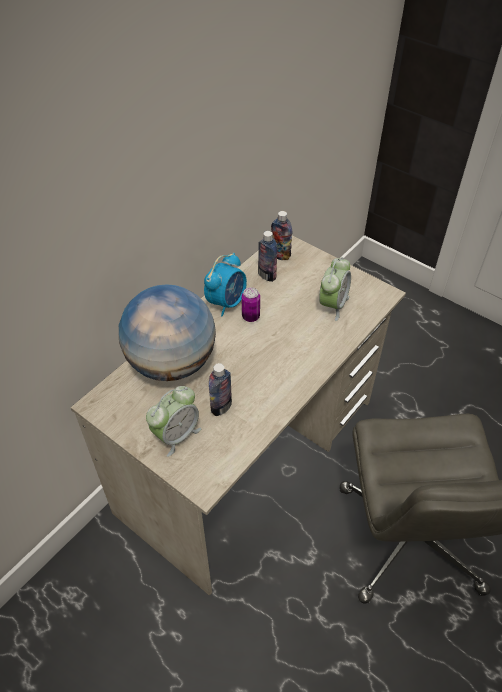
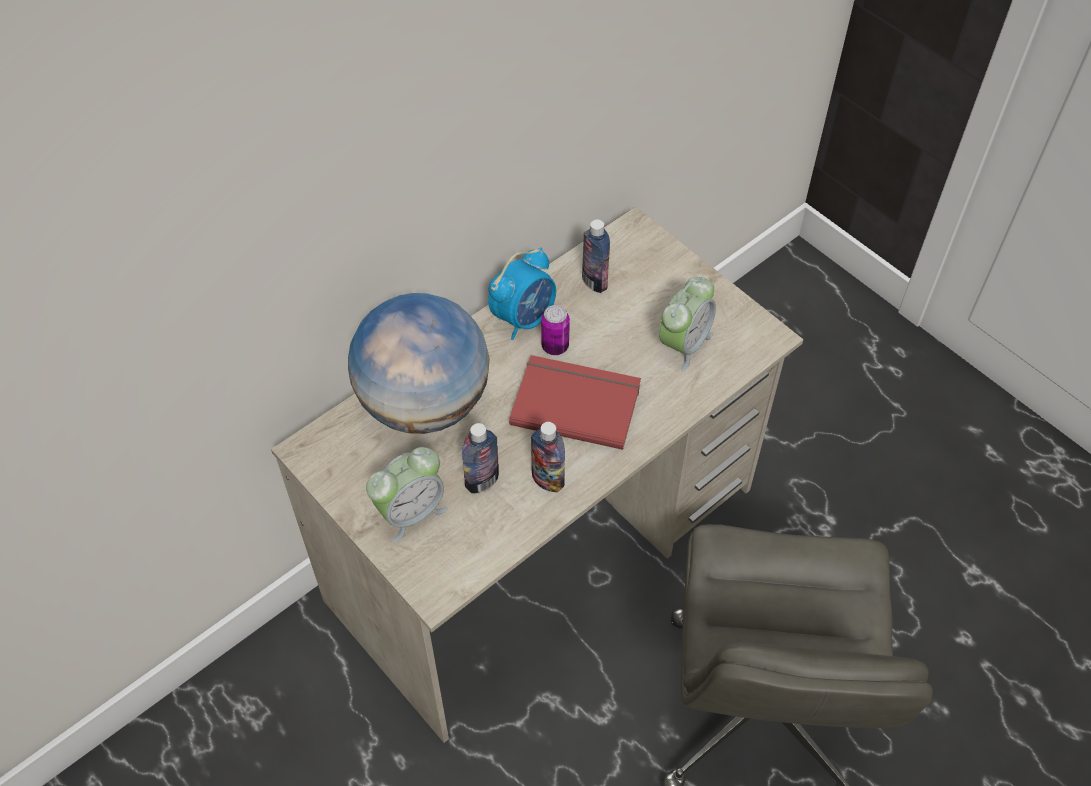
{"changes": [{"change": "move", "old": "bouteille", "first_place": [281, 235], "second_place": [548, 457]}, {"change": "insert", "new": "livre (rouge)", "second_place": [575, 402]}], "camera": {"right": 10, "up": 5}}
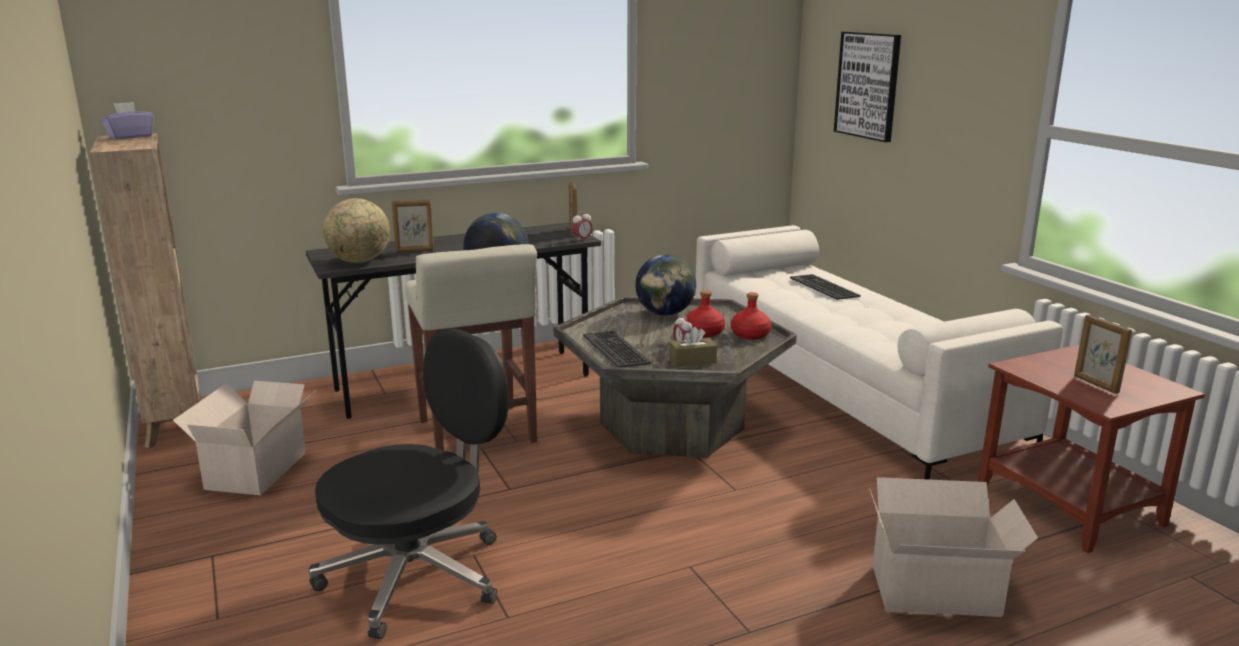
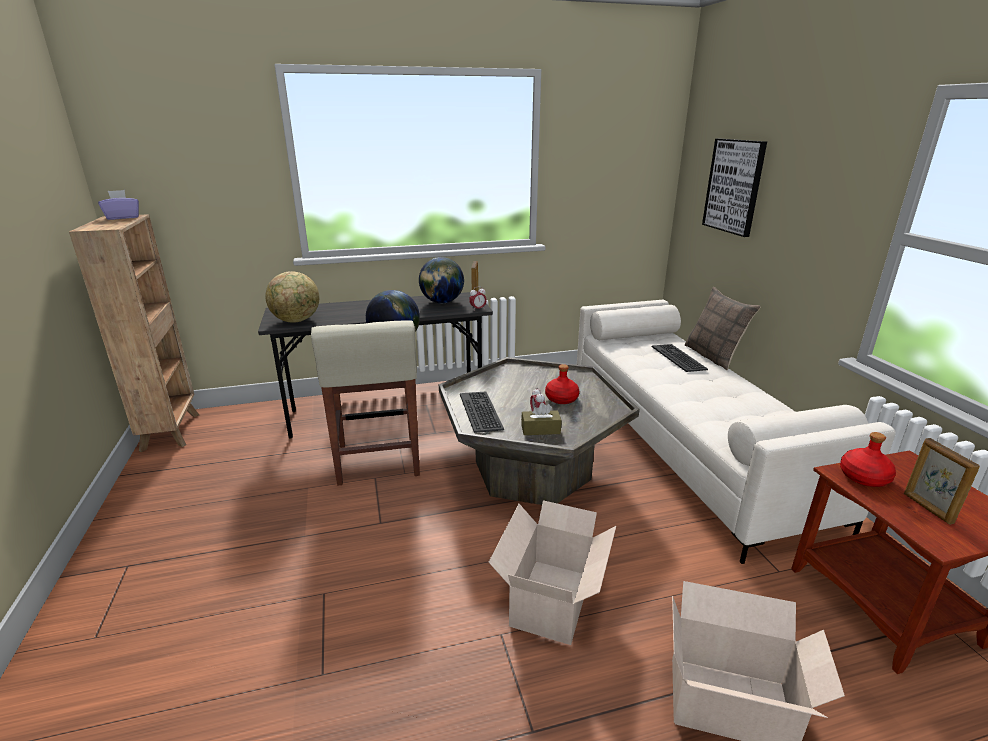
{"changes": [{"change": "delete", "old": "cadre photo", "first_place": [413, 226]}, {"change": "move", "old": "globe", "first_place": [665, 285], "second_place": [441, 280]}, {"change": "move", "old": "bouteille (rouge)", "first_place": [751, 316], "second_place": [868, 459]}, {"change": "delete", "old": "chaise de bureau (noir)", "first_place": [408, 484]}, {"change": "move", "old": "carton", "first_place": [244, 438], "second_place": [552, 572]}, {"change": "insert", "new": "coussin", "second_place": [722, 328]}], "camera": {"right": 10, "up": 5}}
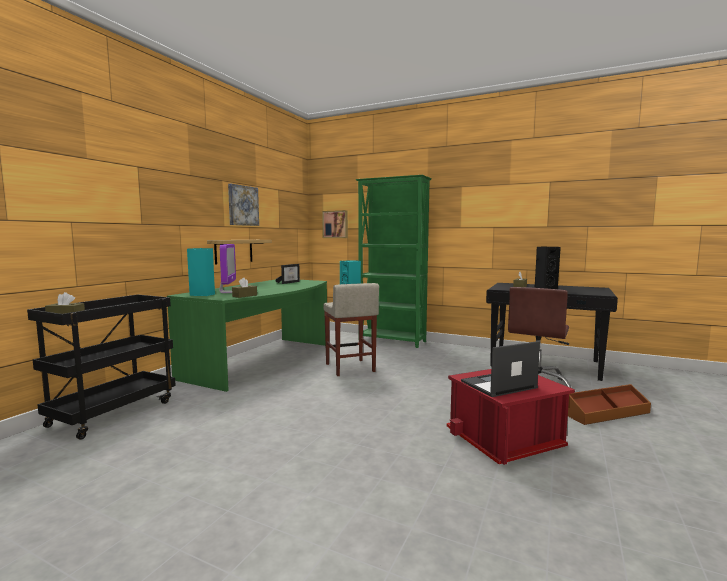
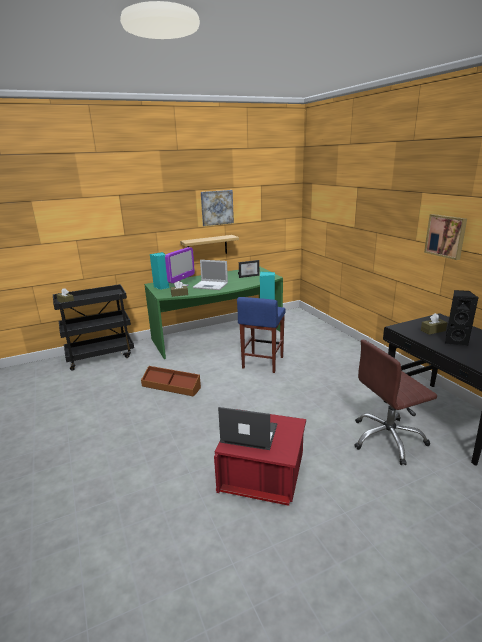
{"changes": [{"change": "delete", "old": "bibliothèque (vert)", "first_place": [393, 261]}, {"change": "move", "old": "tableau", "first_place": [335, 224], "second_place": [445, 237]}, {"change": "recolor", "old": "tabouret (beige)", "new": "tabouret (bleu)", "first_place": [351, 329], "second_place": [261, 335]}, {"change": "move", "old": "boîte de rangement (marron)", "first_place": [609, 404], "second_place": [171, 381]}, {"change": "insert", "new": "ordinateur portable", "second_place": [210, 275]}], "camera": {"right": 40, "up": 15}}
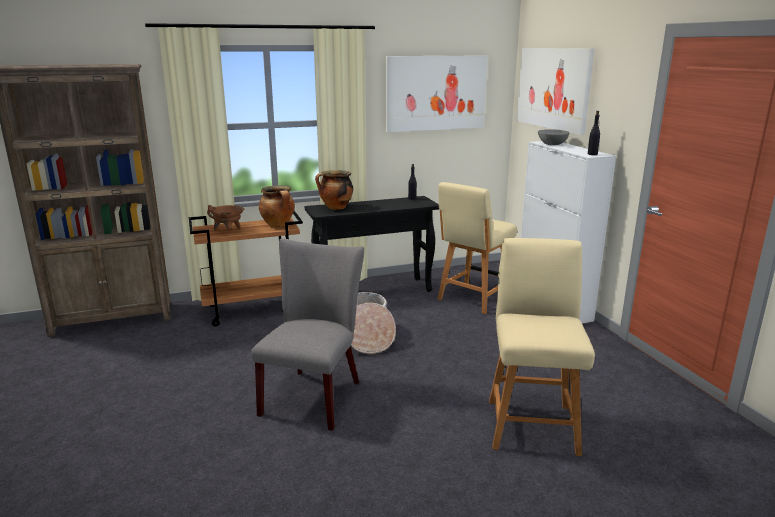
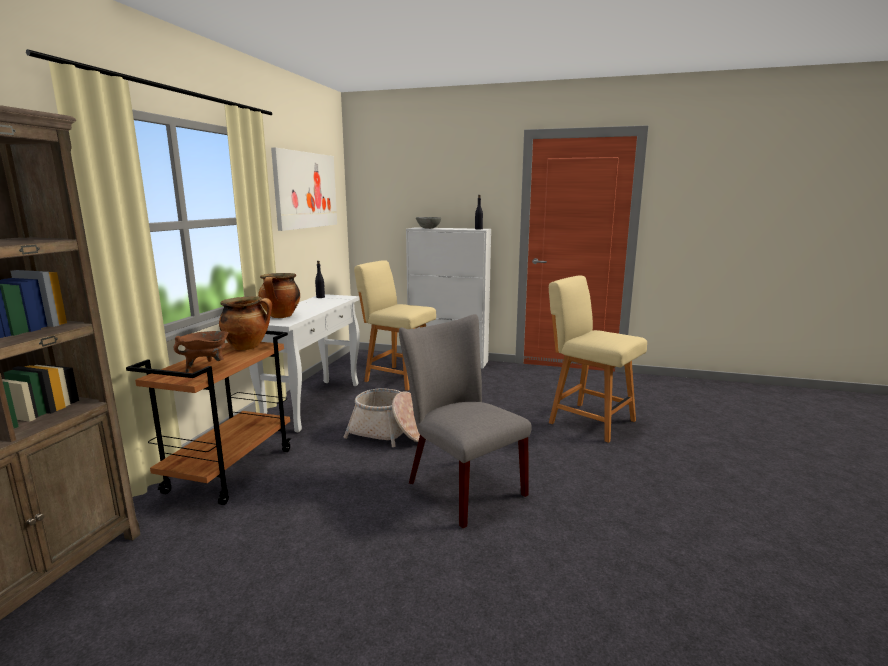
{"changes": [{"change": "delete", "old": "tableau", "first_place": [556, 91]}, {"change": "rotate", "old": "chaise (beige)", "first_place": [477, 248], "second_place": [395, 325], "degrees": 135}, {"change": "recolor", "old": "table console (noir)", "new": "table console (blanc)", "first_place": [372, 244], "second_place": [304, 363]}], "camera": {"right": -55, "up": -5}}
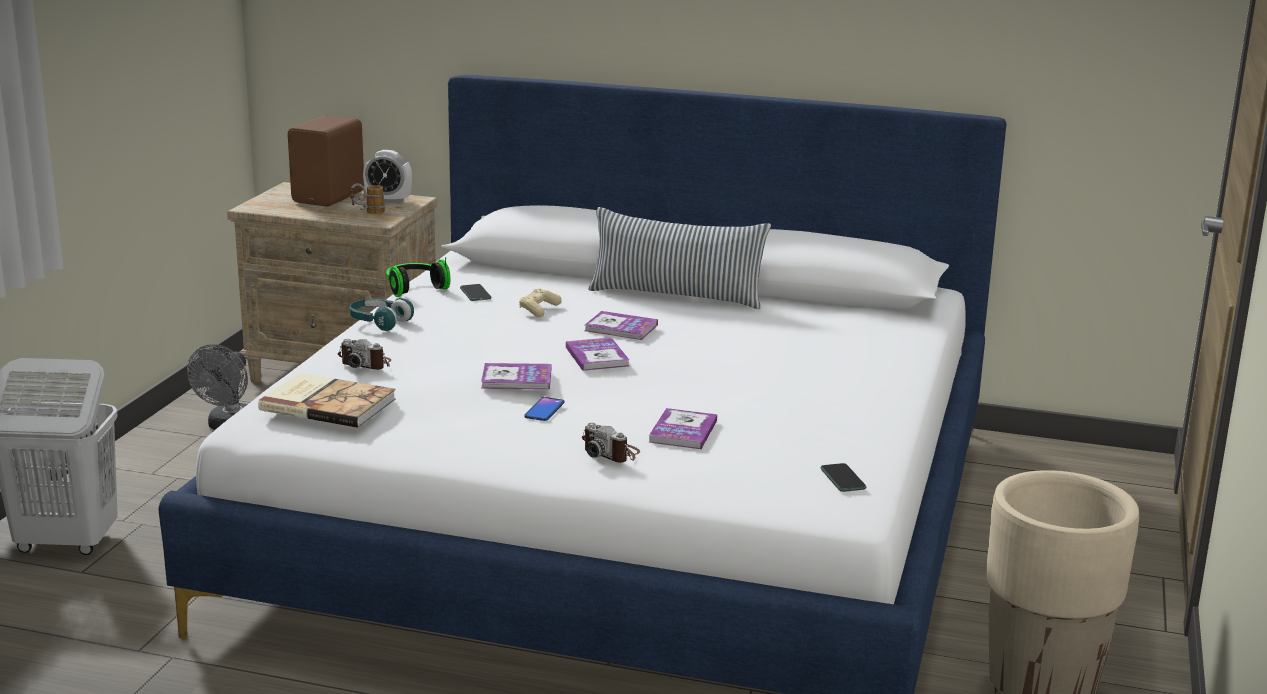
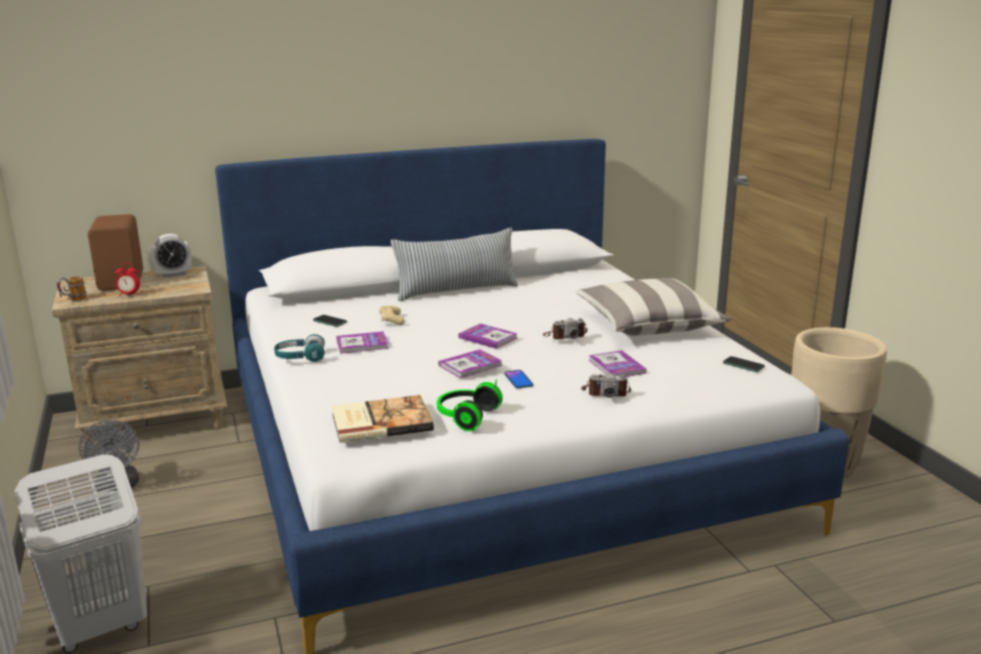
{"changes": [{"change": "move", "old": "mug", "first_place": [367, 198], "second_place": [71, 288]}, {"change": "move", "old": "casque audio", "first_place": [418, 277], "second_place": [470, 405]}, {"change": "move", "old": "livre", "first_place": [621, 325], "second_place": [362, 342]}, {"change": "move", "old": "appareil photo", "first_place": [364, 354], "second_place": [565, 329]}, {"change": "insert", "new": "réveil", "second_place": [127, 280]}, {"change": "insert", "new": "coussin", "second_place": [654, 307]}], "camera": {"right": -35, "up": 0}}
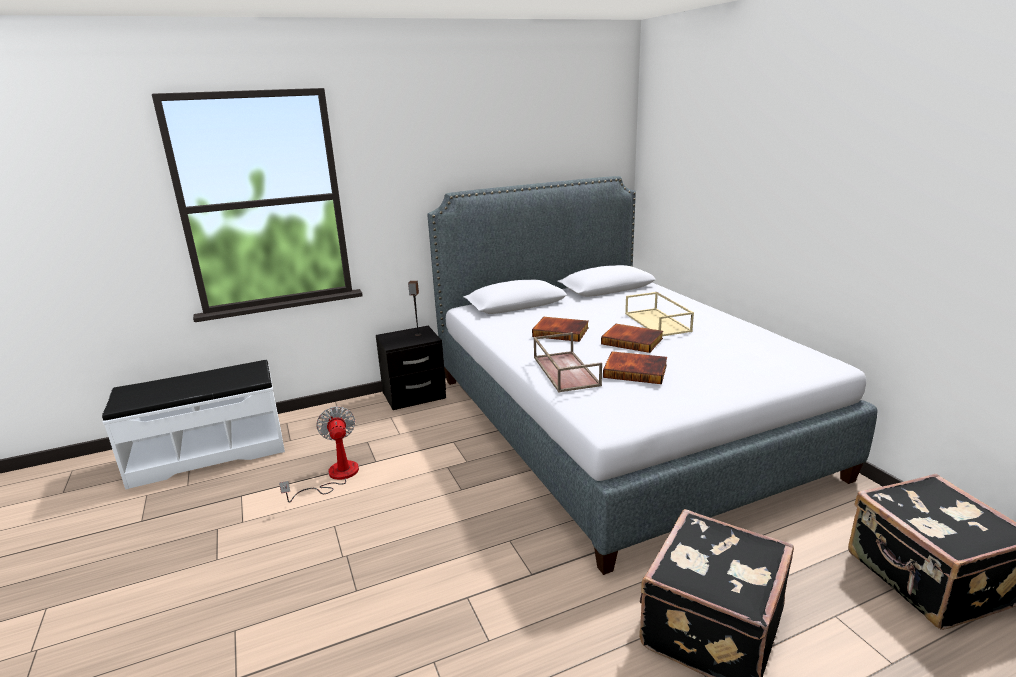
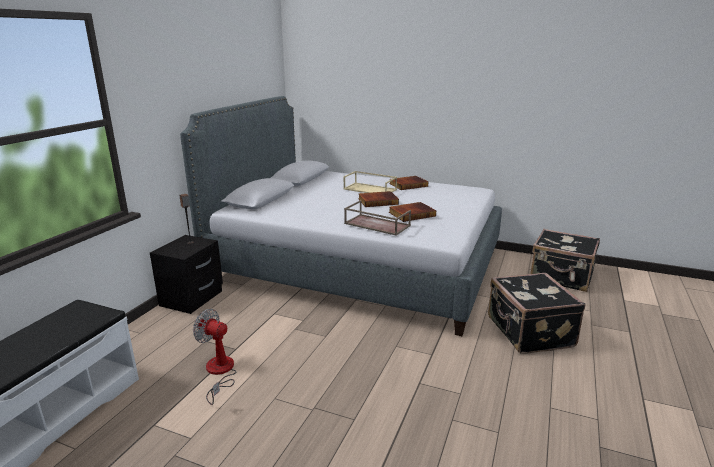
{"changes": [{"change": "move", "old": "livre", "first_place": [560, 329], "second_place": [408, 183]}], "camera": {"right": -45, "up": 0}}
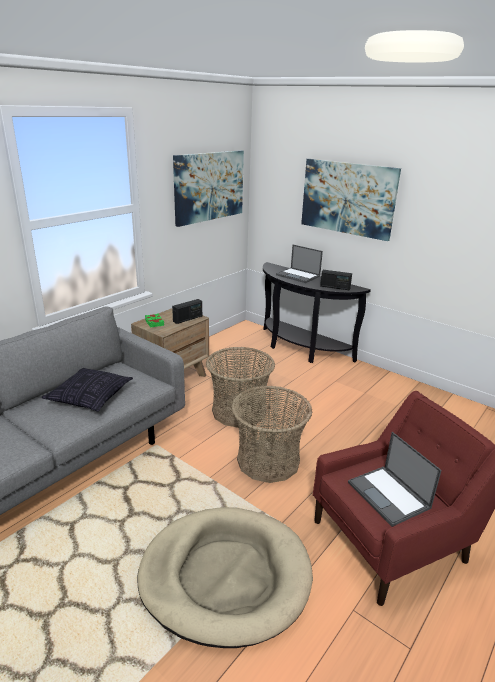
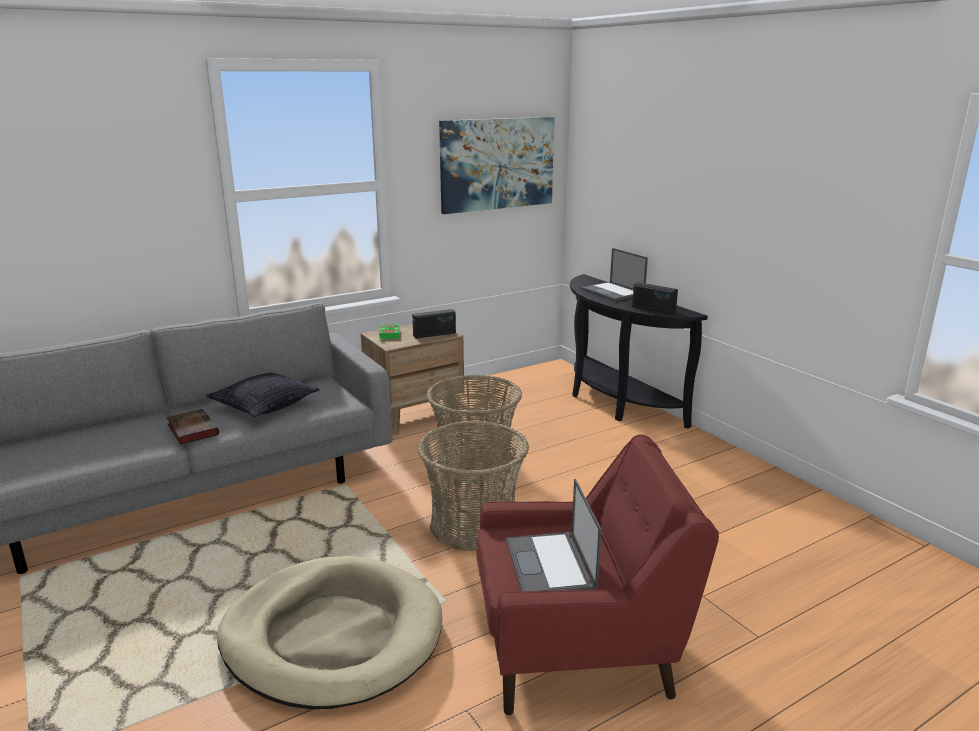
{"changes": [{"change": "delete", "old": "tableau", "first_place": [351, 200]}, {"change": "insert", "new": "livre", "second_place": [192, 427]}], "camera": {"right": 20, "up": -5}}
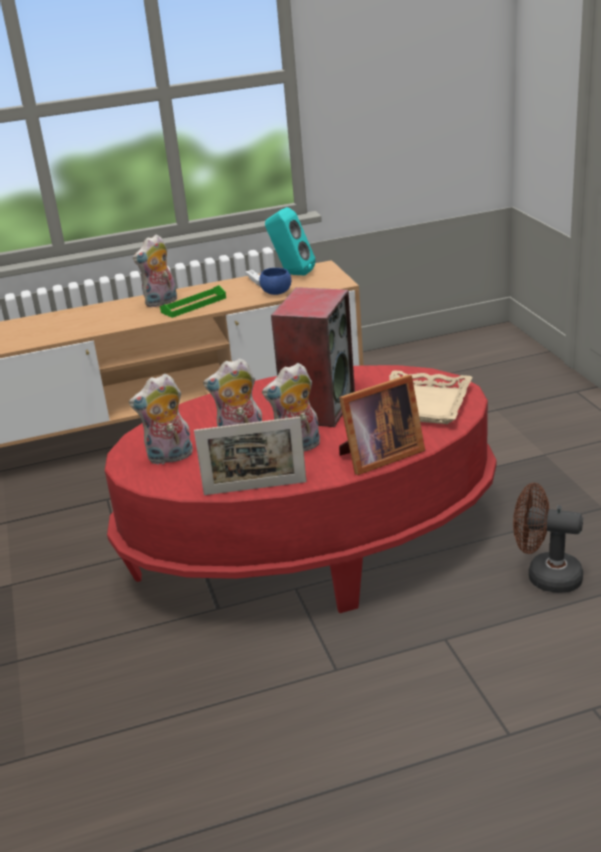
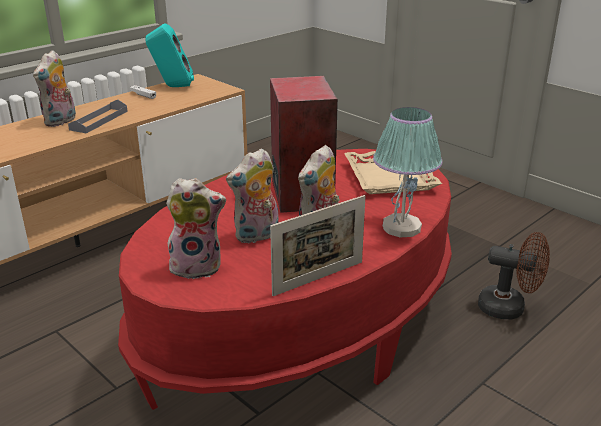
{"changes": [{"change": "delete", "old": "bol (bleu)", "first_place": [275, 281]}, {"change": "recolor", "old": "plateau (vert)", "new": "plateau (gris)", "first_place": [193, 301], "second_place": [98, 116]}, {"change": "rotate", "old": "peluche", "first_place": [161, 419], "second_place": [196, 228], "degrees": -135}, {"change": "replace", "old": "cadre photo", "new": "lampe de table", "first_place": [382, 425], "second_place": [408, 172]}, {"change": "rotate", "old": "ventilateur (marron)", "first_place": [548, 538], "second_place": [514, 276], "degrees": -150}], "camera": {"right": -30, "up": 0}}
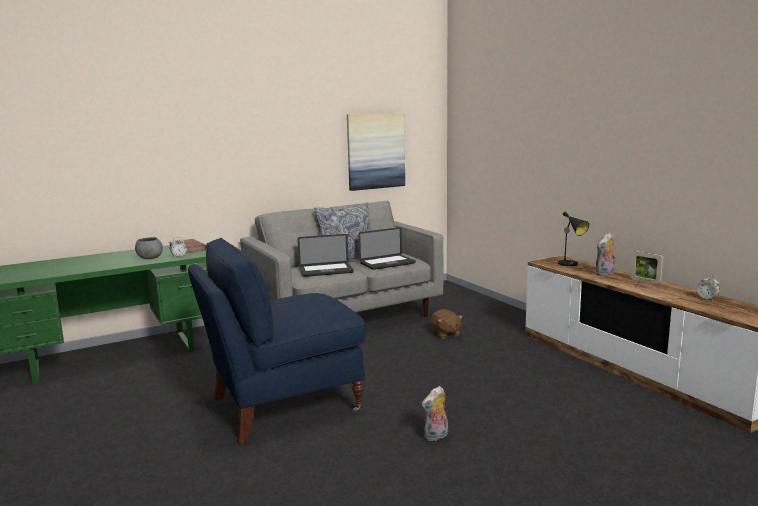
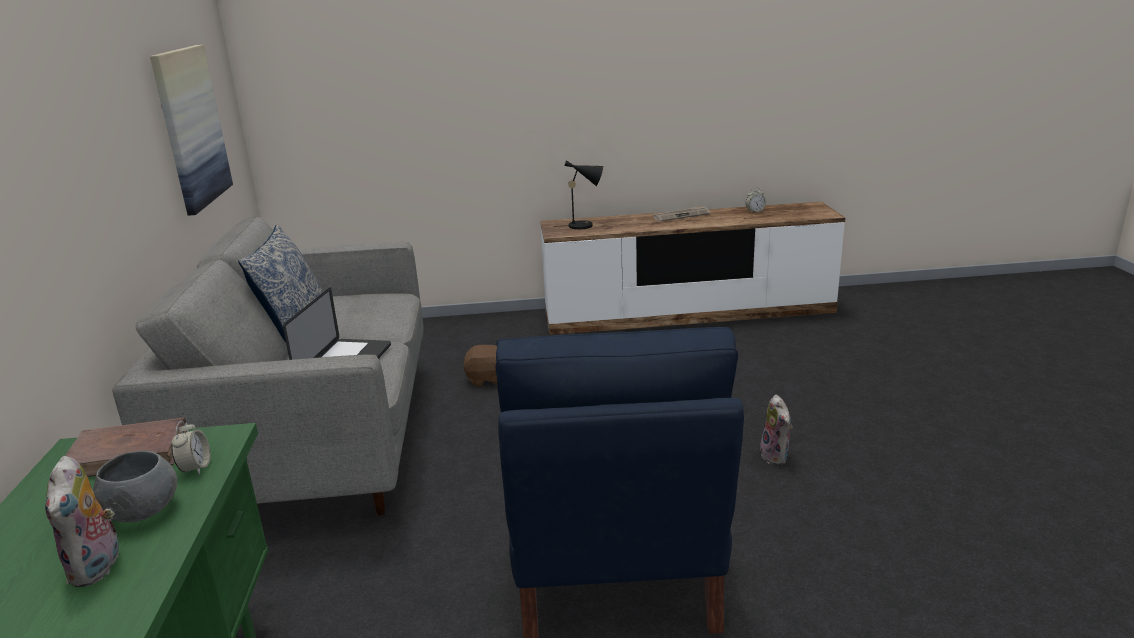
{"changes": [{"change": "delete", "old": "ordinateur portable", "first_place": [387, 248]}, {"change": "move", "old": "peluche", "first_place": [605, 254], "second_place": [82, 521]}, {"change": "replace", "old": "cadre photo", "new": "journal", "first_place": [646, 267], "second_place": [681, 213]}], "camera": {"right": -65, "up": 10}}
